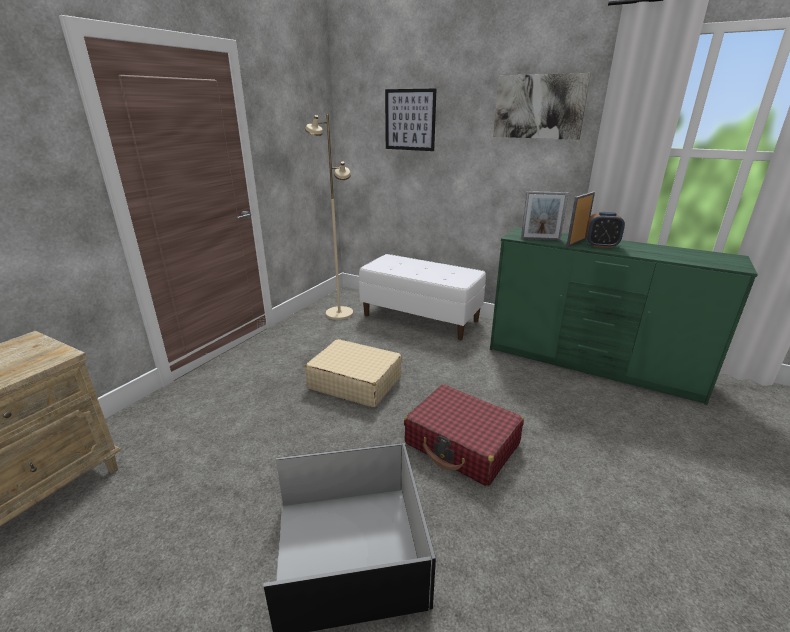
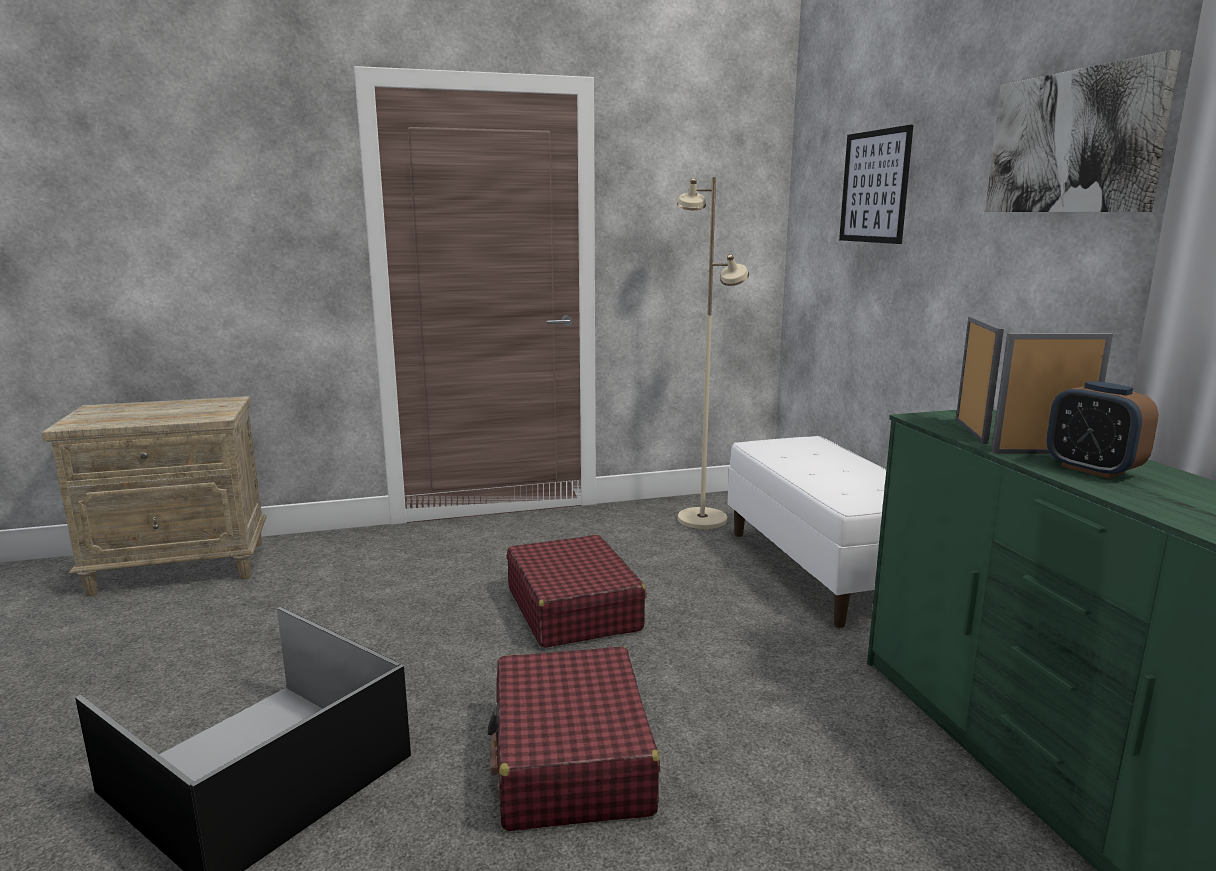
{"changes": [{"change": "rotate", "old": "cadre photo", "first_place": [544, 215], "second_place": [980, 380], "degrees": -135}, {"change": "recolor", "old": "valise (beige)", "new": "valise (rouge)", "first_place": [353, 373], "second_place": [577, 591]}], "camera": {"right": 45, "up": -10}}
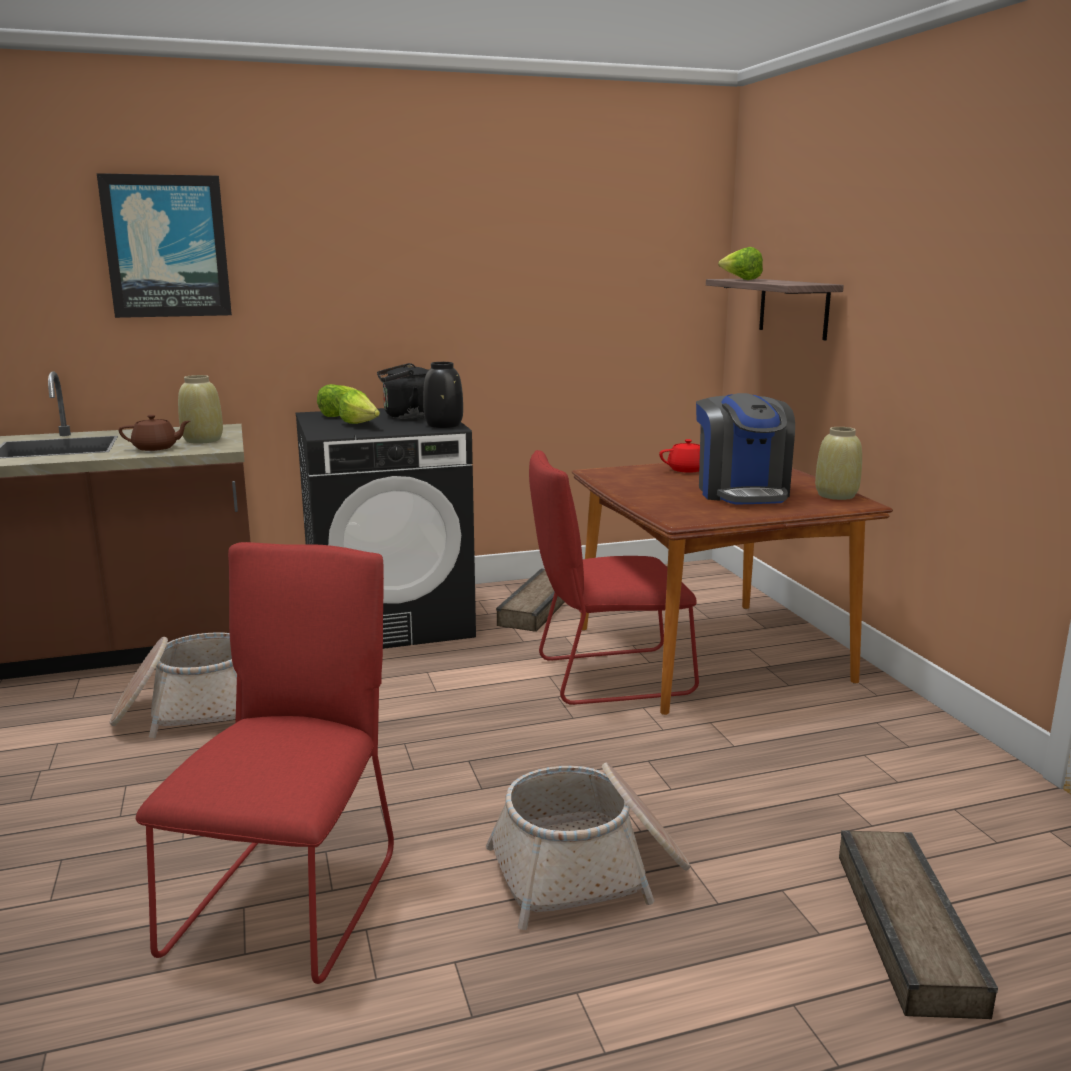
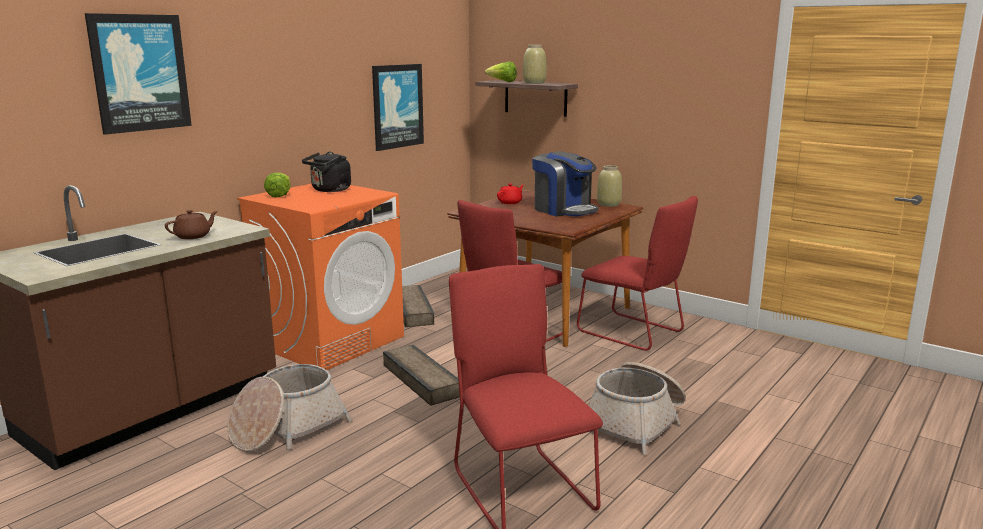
{"changes": [{"change": "delete", "old": "vase (noir)", "first_place": [443, 395]}, {"change": "move", "old": "vase (beige)", "first_place": [200, 409], "second_place": [535, 64]}, {"change": "delete", "old": "laitue", "first_place": [359, 407]}, {"change": "recolor", "old": "lave-linge (noir)", "new": "lave-linge (orange)", "first_place": [386, 528], "second_place": [320, 277]}, {"change": "move", "old": "caisse", "first_place": [918, 924], "second_place": [421, 375]}, {"change": "insert", "new": "tableau", "second_place": [398, 107]}, {"change": "insert", "new": "chaise (rouge)", "second_place": [637, 273]}], "camera": {"right": -35, "up": 0}}
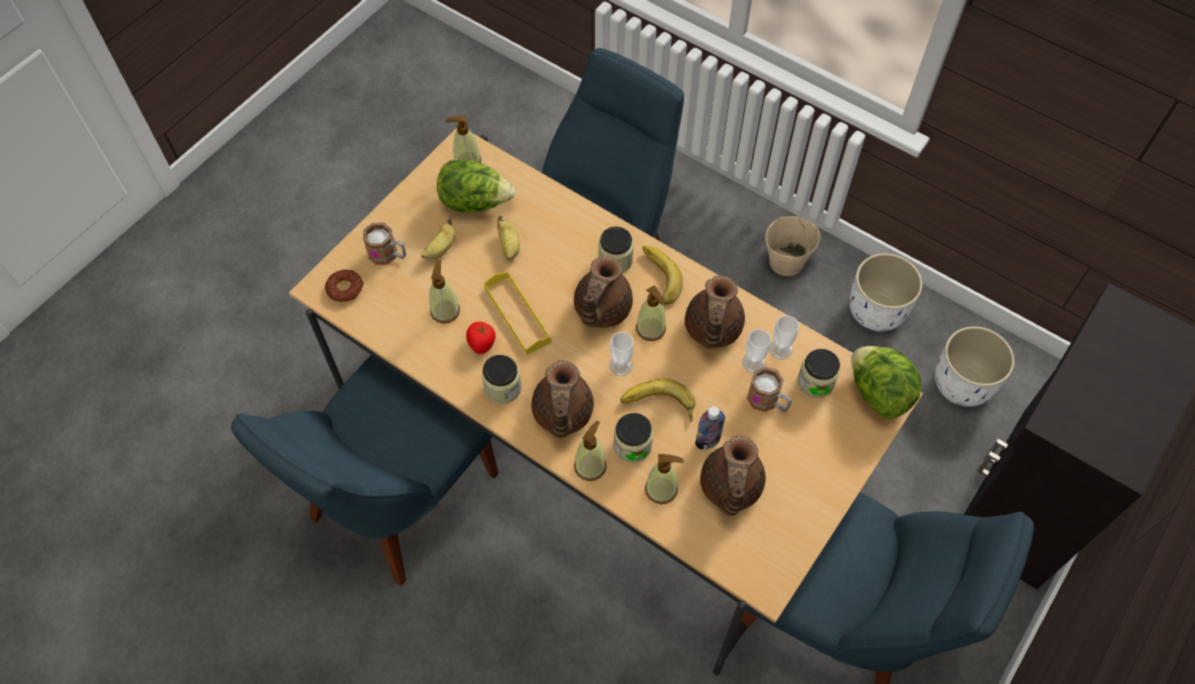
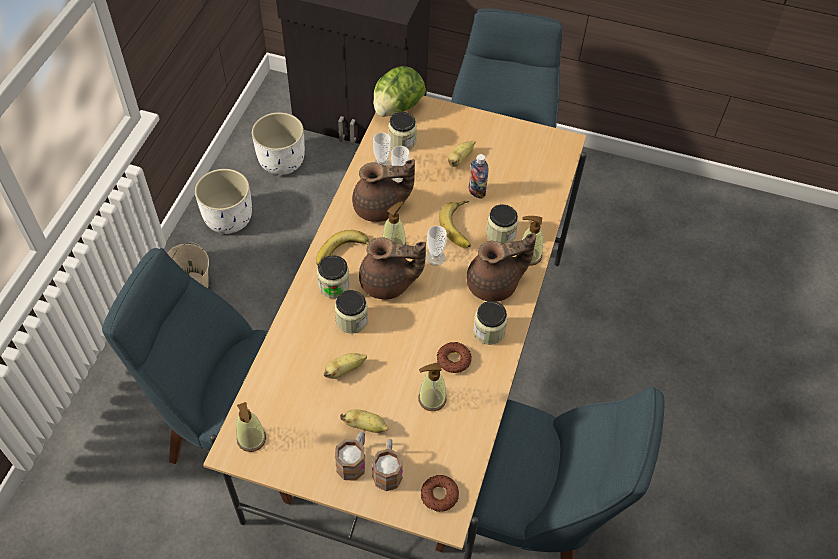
{"changes": [{"change": "delete", "old": "laitue", "first_place": [476, 186]}, {"change": "delete", "old": "plateau (jaune)", "first_place": [518, 313]}, {"change": "replace", "old": "tomate", "new": "beignet", "first_place": [481, 338], "second_place": [454, 357]}, {"change": "move", "old": "mug", "first_place": [769, 389], "second_place": [350, 456]}, {"change": "delete", "old": "théière (marron)", "first_place": [733, 476]}, {"change": "delete", "old": "distributeur de savon", "first_place": [664, 479]}, {"change": "insert", "new": "banane", "second_place": [461, 154]}, {"change": "insert", "new": "bocal", "second_place": [351, 312]}], "camera": {"right": -110, "up": -5}}
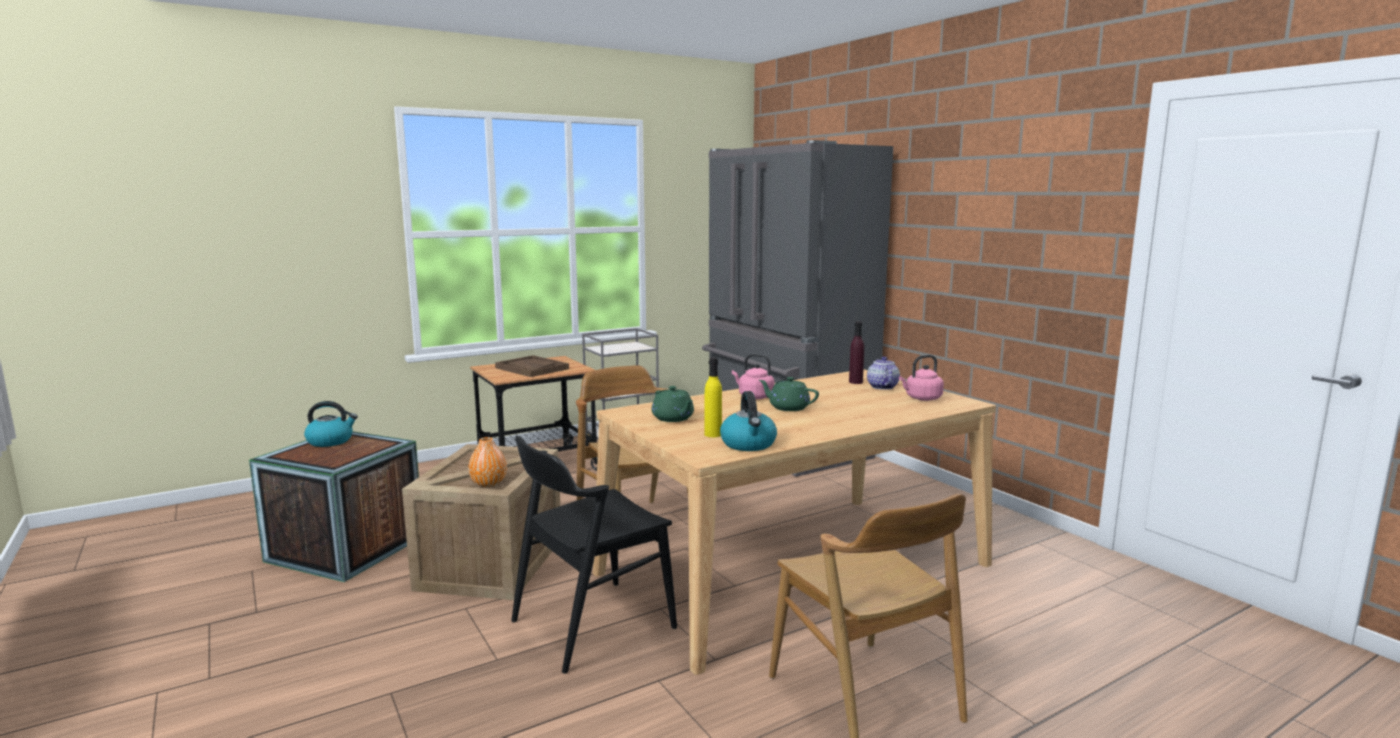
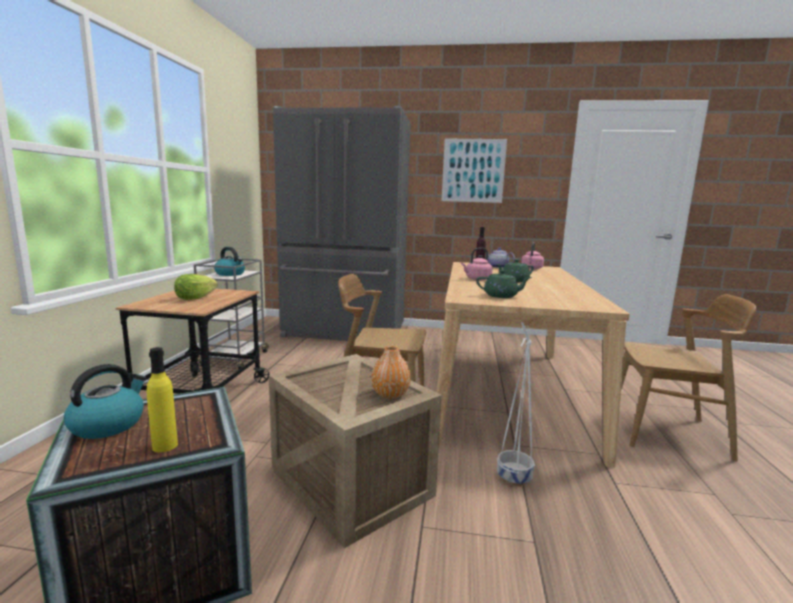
{"changes": [{"change": "replace", "old": "plateau (marron)", "new": "laitue", "first_place": [532, 366], "second_place": [196, 287]}, {"change": "move", "old": "bouteille (jaune)", "first_place": [713, 397], "second_place": [162, 399]}, {"change": "move", "old": "bouilloire", "first_place": [748, 421], "second_place": [229, 261]}, {"change": "replace", "old": "chaise (noir)", "new": "cache-pot (blanc)", "first_place": [594, 555], "second_place": [516, 404]}, {"change": "insert", "new": "tableau", "second_place": [474, 171]}], "camera": {"right": -50, "up": 0}}
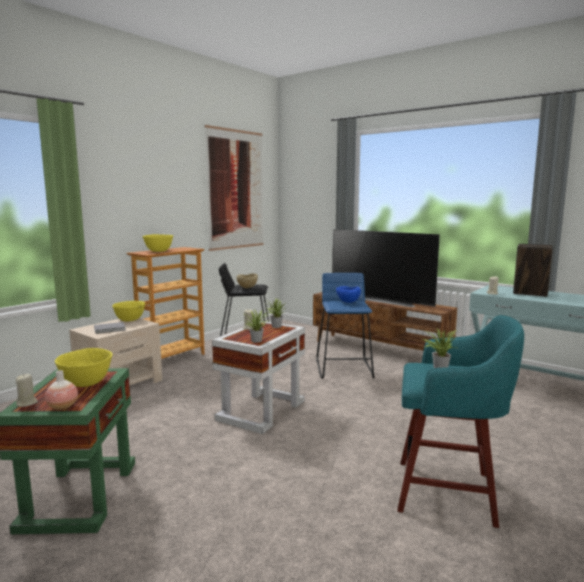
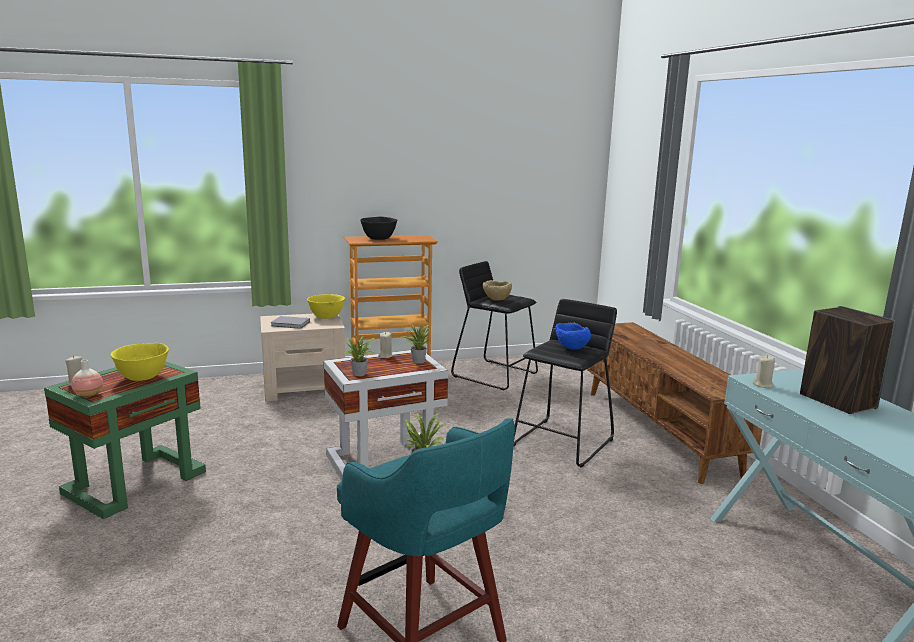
{"changes": [{"change": "delete", "old": "tableau", "first_place": [234, 188]}, {"change": "delete", "old": "téléviseur", "first_place": [386, 268]}, {"change": "recolor", "old": "bol (jaune)", "new": "bol (noir)", "first_place": [157, 243], "second_place": [378, 228]}, {"change": "recolor", "old": "tabouret (bleu)", "new": "tabouret (noir)", "first_place": [345, 326], "second_place": [565, 383]}], "camera": {"right": 35, "up": 5}}
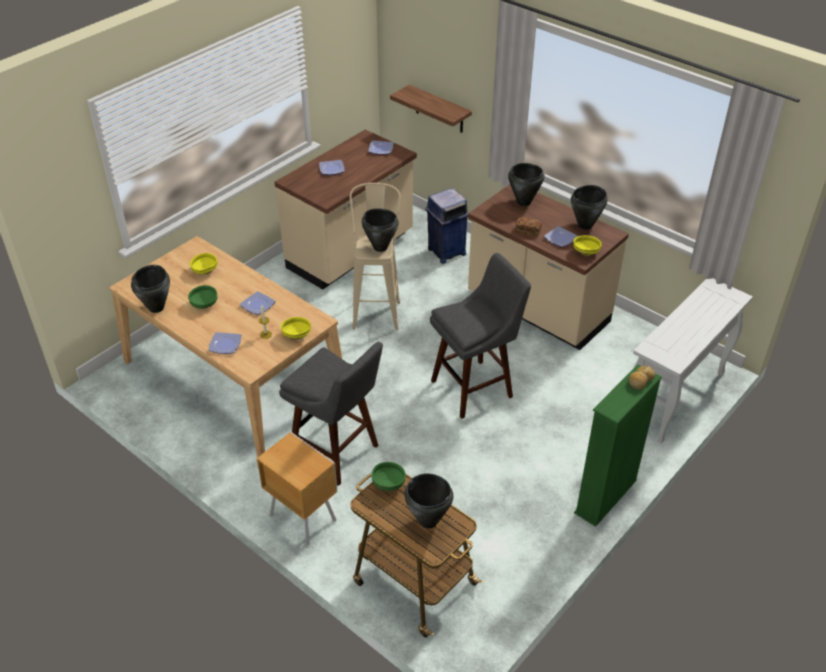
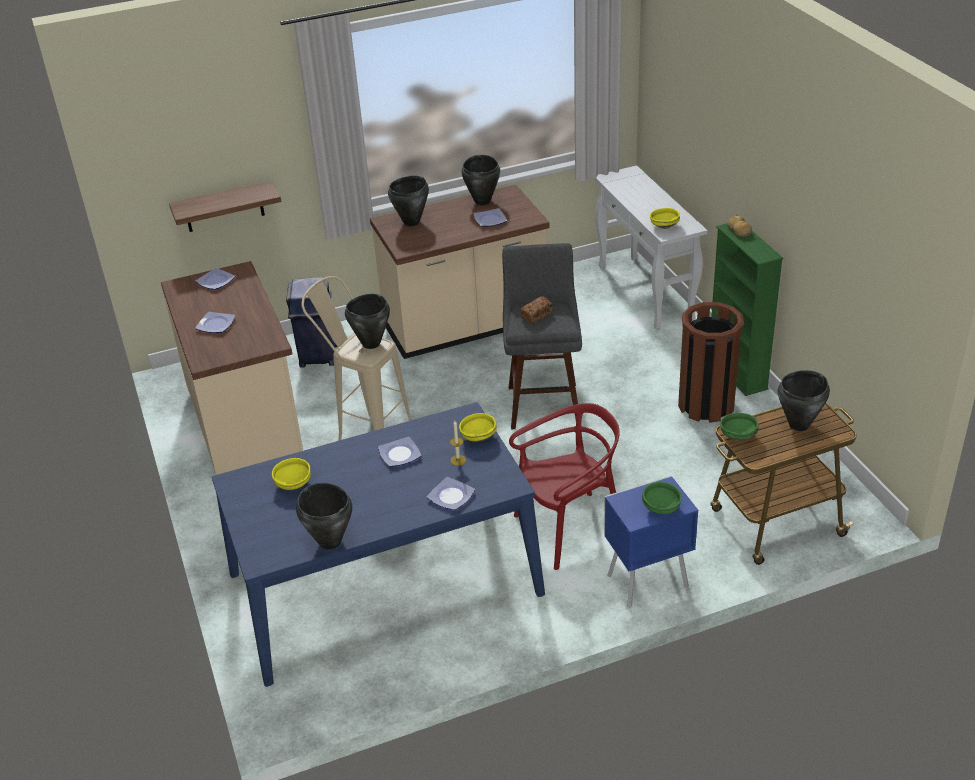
{"changes": [{"change": "move", "old": "pain", "first_place": [528, 226], "second_place": [536, 310]}, {"change": "move", "old": "bol (jaune)", "first_place": [587, 245], "second_place": [665, 218]}, {"change": "recolor", "old": "table à manger (beige)", "new": "table à manger (bleu)", "first_place": [225, 347], "second_place": [378, 544]}, {"change": "move", "old": "bol (vert)", "first_place": [202, 297], "second_place": [662, 498]}, {"change": "replace", "old": "tabouret (gris)", "new": "chaise (rouge)", "first_place": [331, 414], "second_place": [564, 486]}, {"change": "recolor", "old": "table de chevet (marron)", "new": "table de chevet (bleu)", "first_place": [297, 488], "second_place": [651, 541]}, {"change": "insert", "new": "poubelle (marron)", "second_place": [711, 362]}], "camera": {"right": -60, "up": -5}}
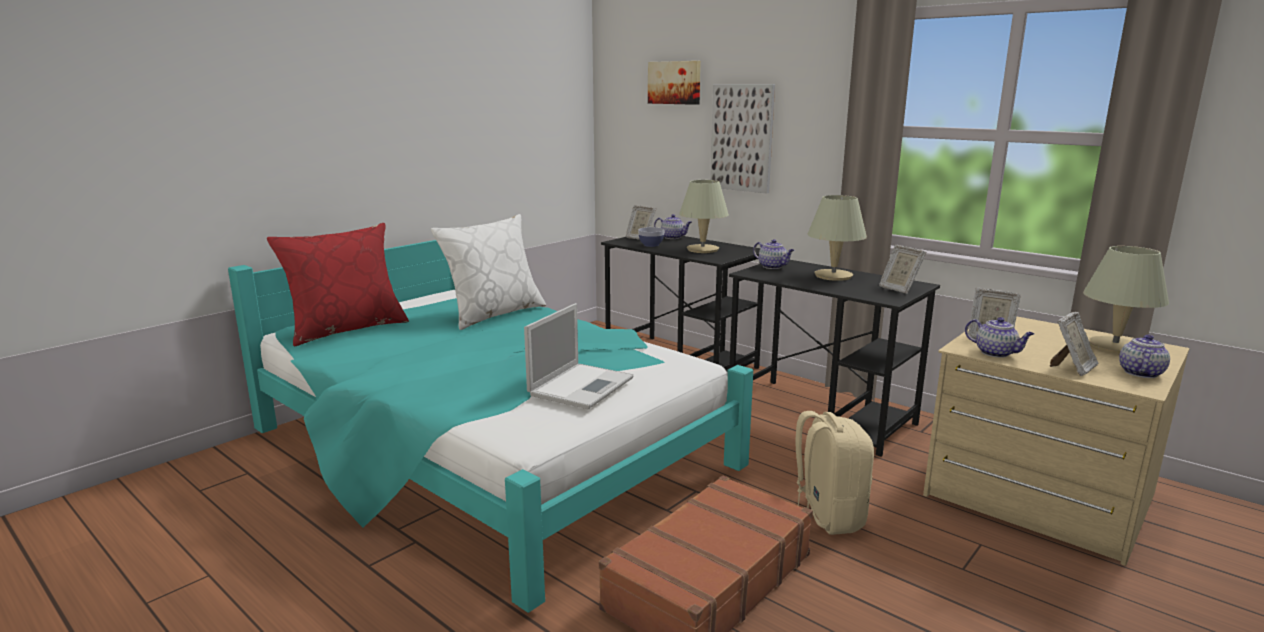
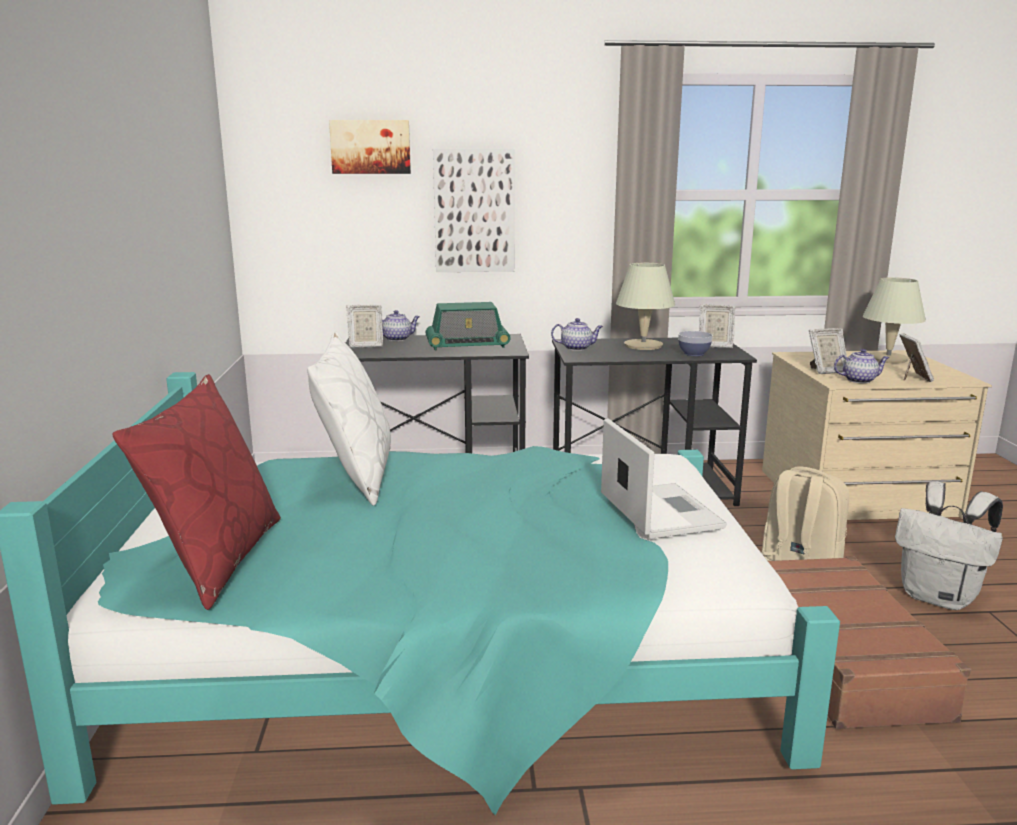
{"changes": [{"change": "replace", "old": "lampe de table (beige)", "new": "radio", "first_place": [704, 216], "second_place": [468, 326]}, {"change": "move", "old": "bol", "first_place": [651, 237], "second_place": [695, 343]}, {"change": "delete", "old": "théière", "first_place": [1144, 356]}, {"change": "insert", "new": "sac à dos (blanc)", "second_place": [949, 546]}], "camera": {"right": -45, "up": 0}}
